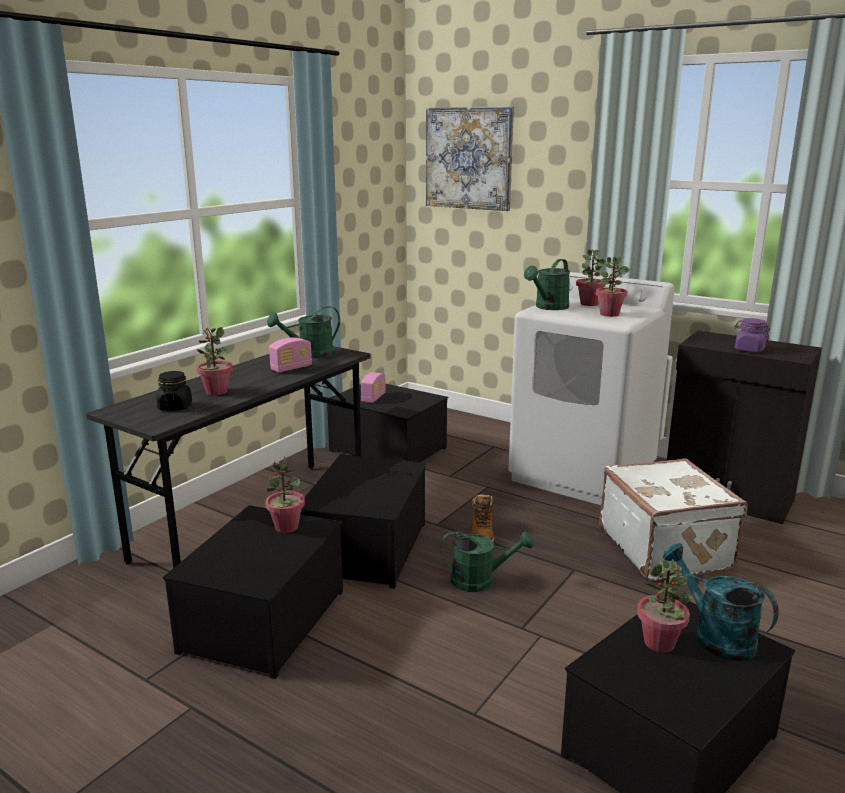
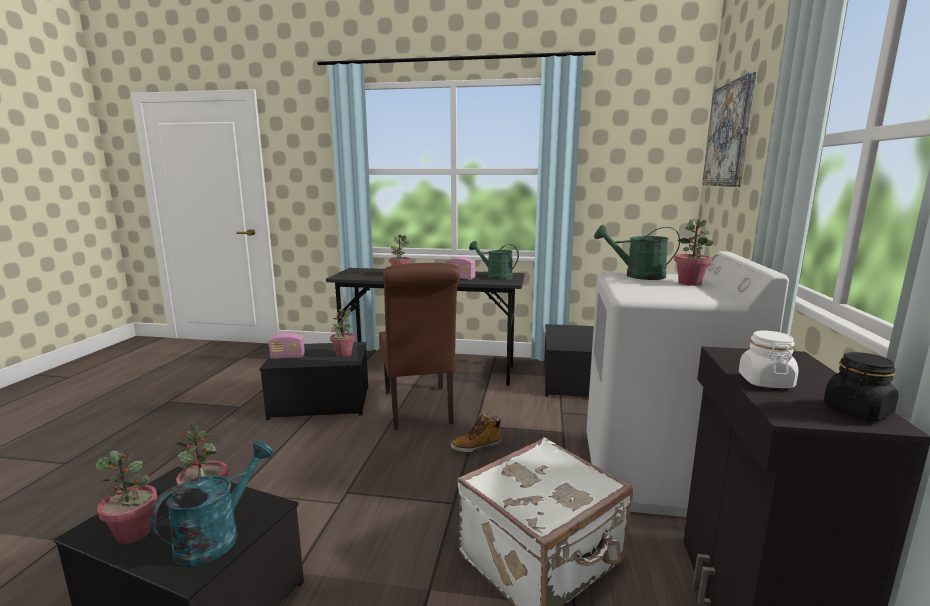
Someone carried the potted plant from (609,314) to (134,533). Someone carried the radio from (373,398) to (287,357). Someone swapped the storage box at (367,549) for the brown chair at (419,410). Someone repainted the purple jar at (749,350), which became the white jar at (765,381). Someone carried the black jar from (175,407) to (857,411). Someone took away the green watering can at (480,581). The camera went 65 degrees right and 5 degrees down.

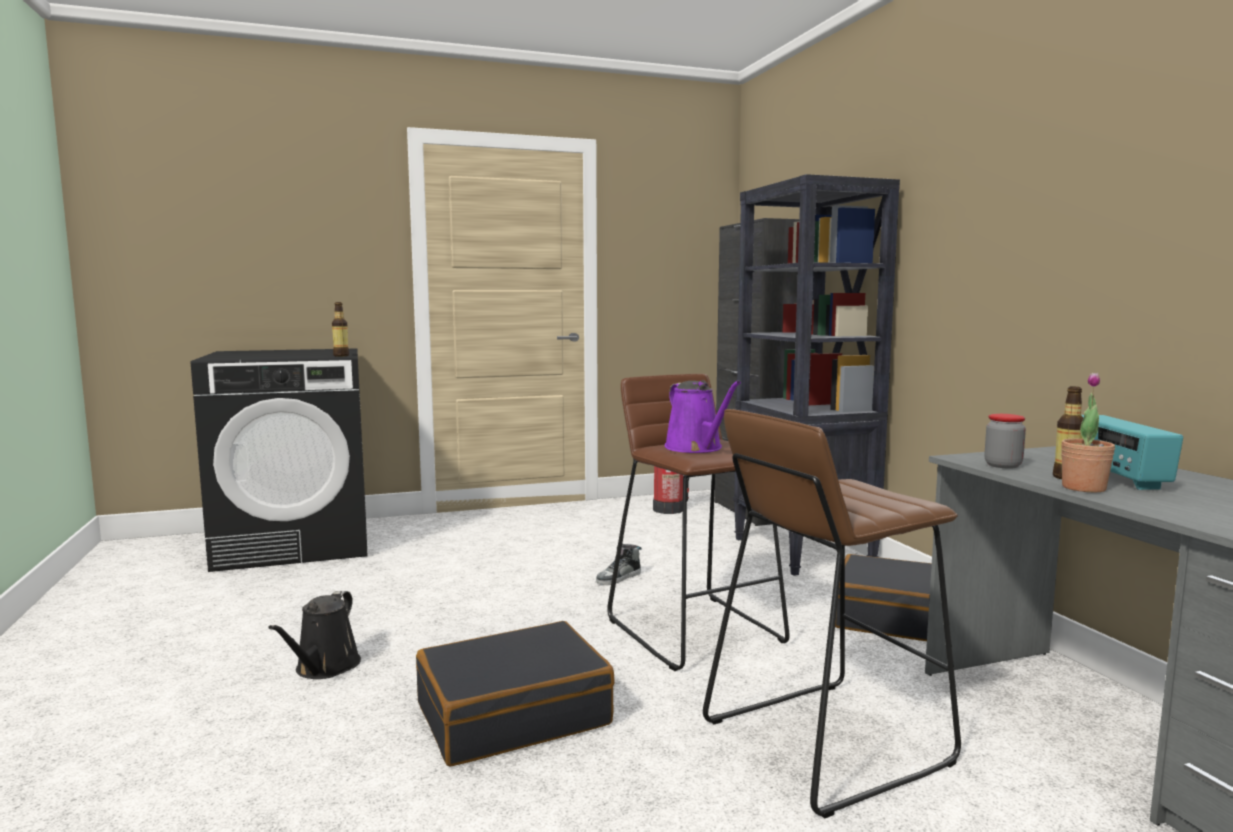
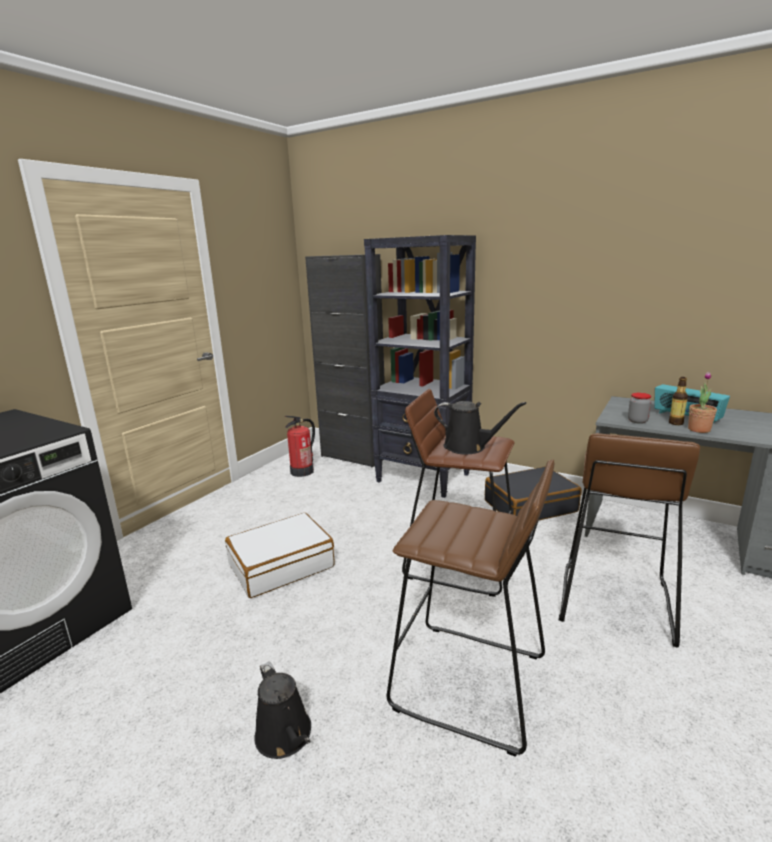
Someone put down the white suitcase at (281,565). Someone swapped the black suitcase at (513,714) for the brown stool at (470,684). Someone repainted the purple watering can at (696,448), which became the black watering can at (469,447). Someone took away the bottle at (341,355). Someone took away the shoe at (618,578). The camera went 40 degrees left and 10 degrees up.

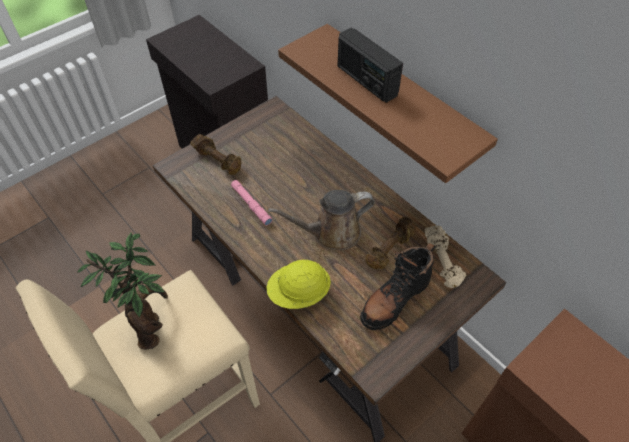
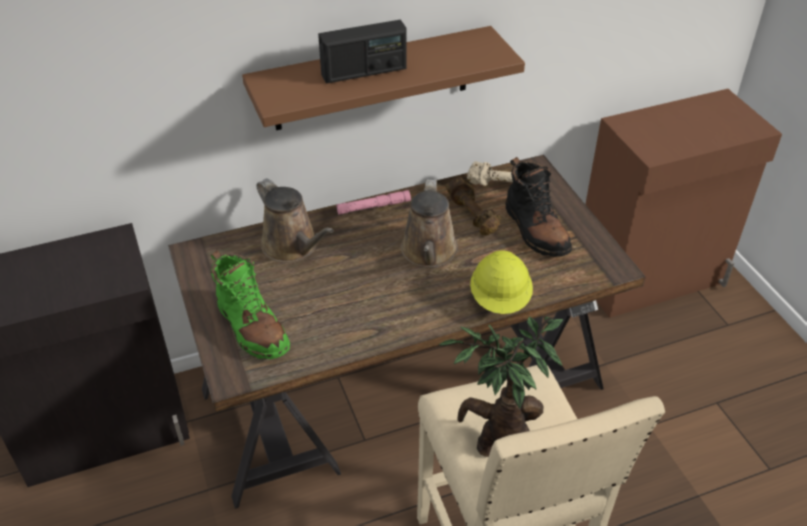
Someone swapped the brown dumbbell at (218,160) for the green boot at (251,327). Someone put down the brown watering can at (293,246). Someone carried the pink flashlight from (251,205) to (373,206). The camera went 70 degrees left and 10 degrees down.

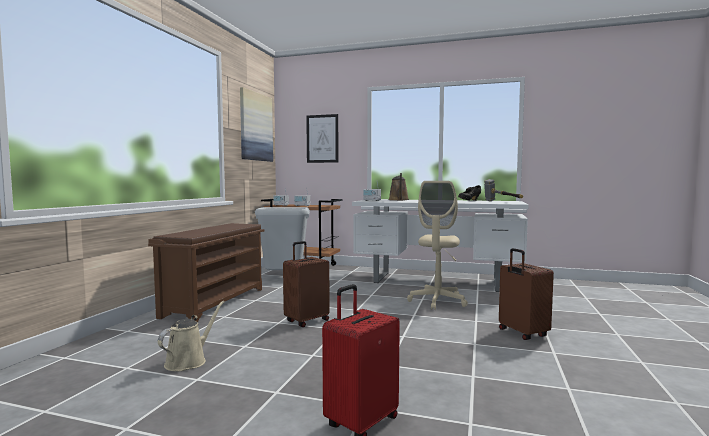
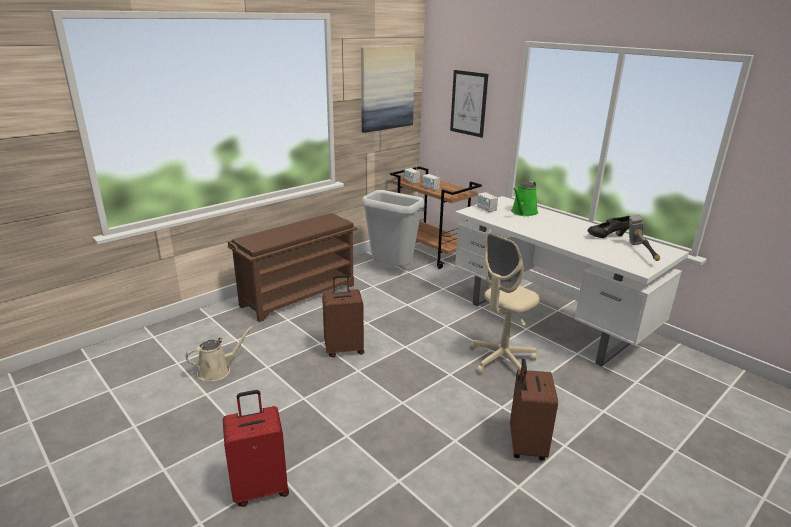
Someone repainted the brown watering can at (399,200), which became the green watering can at (523,212). The camera went 30 degrees right and 20 degrees up.

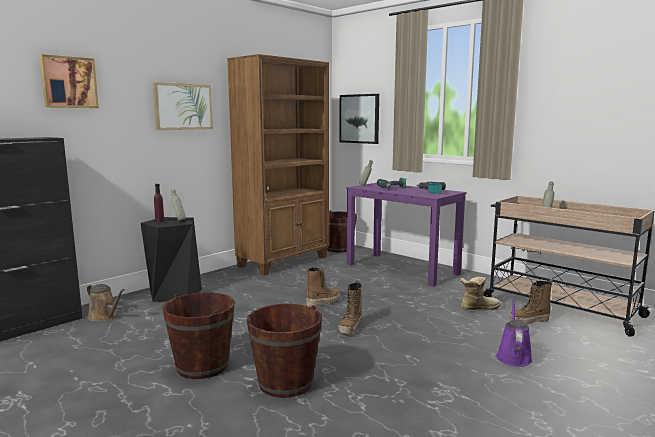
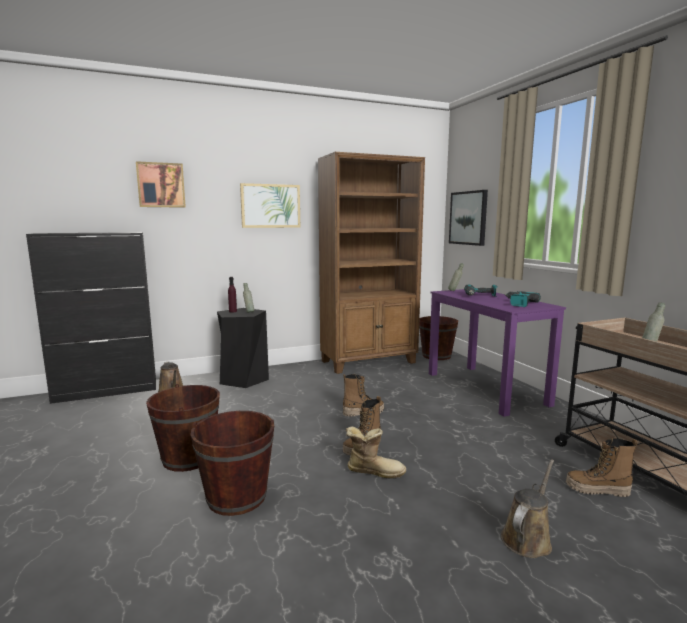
Someone carried the boot from (478,308) to (374,471). Someone repainted the purple watering can at (513,356), which became the brown watering can at (527,538). The camera went 25 degrees right and 0 degrees up.

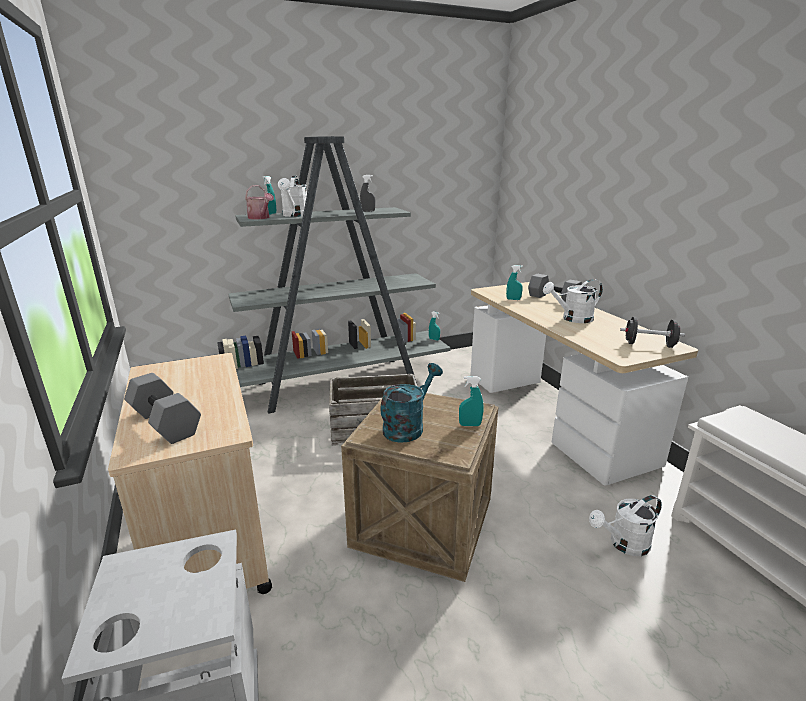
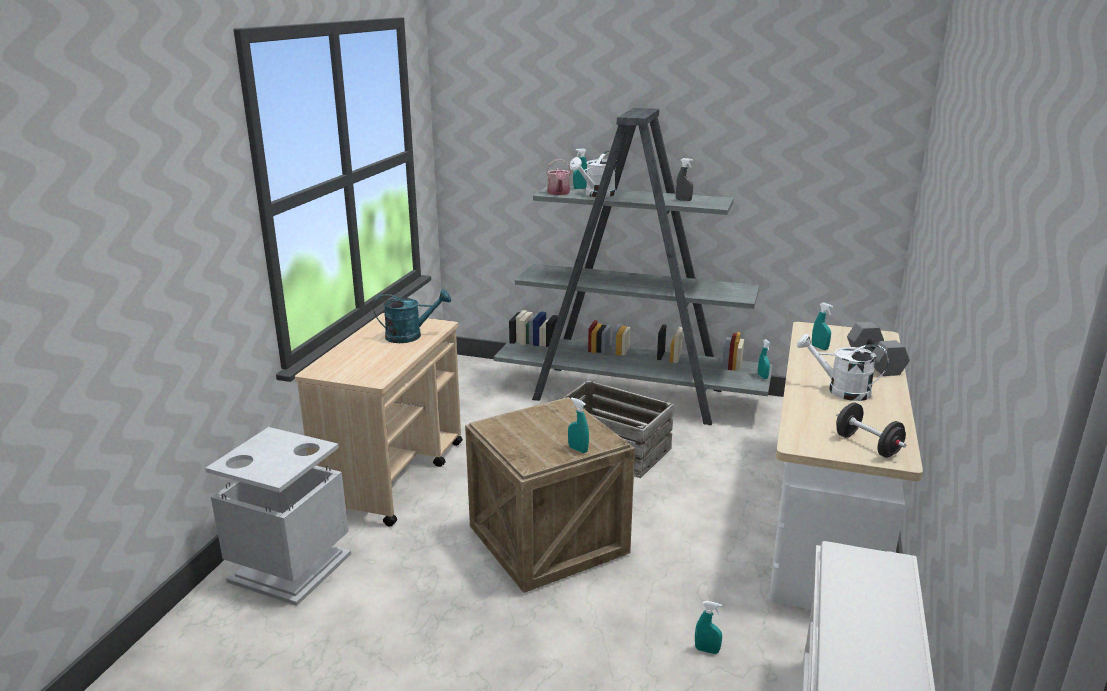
Someone carried the turquoise watering can from (408,427) to (410,336). Someone swapped the white watering can at (624,544) for the turquoise spray bottle at (707,650). Someone took away the grey dumbbell at (167,423). The camera went 40 degrees right and 0 degrees up.

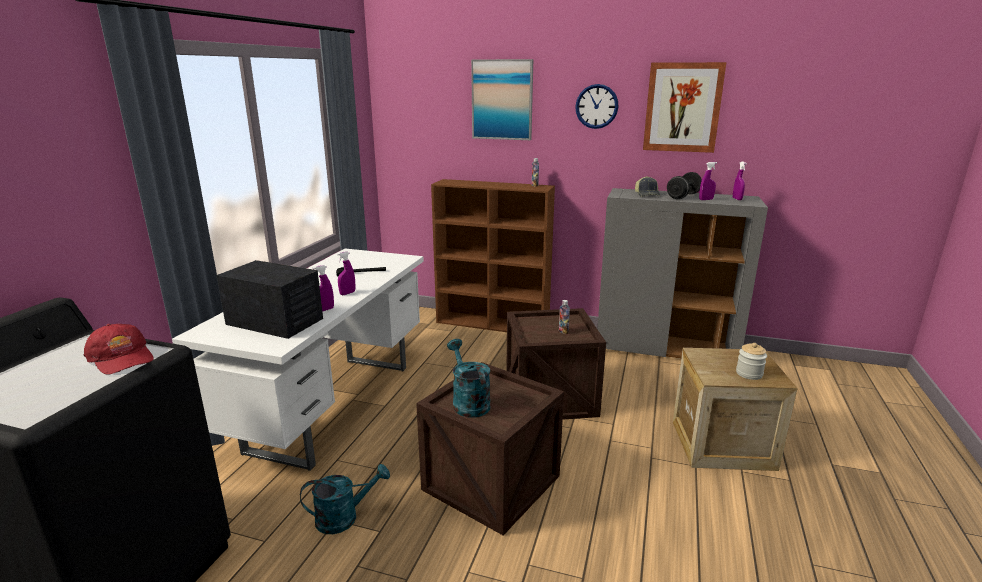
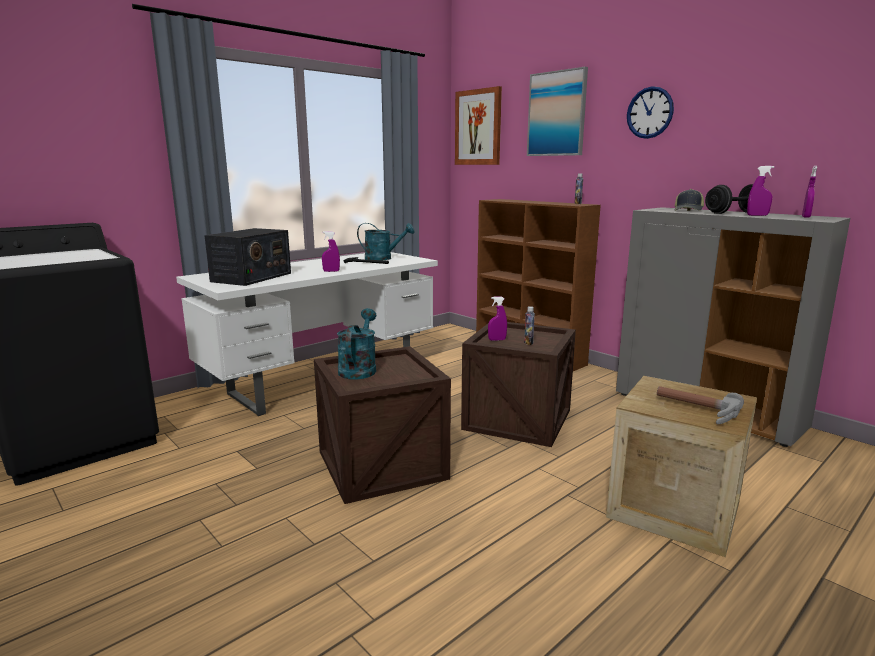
Someone rotated the radio at (275,321) by 60 degrees clockwise. Someone carried the turquoise watering can from (344,517) to (383,258). Someone carried the picture from (682,107) to (478,127). Someone carried the purple spray bottle from (325,310) to (497,340). Someone swapped the jar at (749,374) for the hammer at (694,411). Someone took away the red cap at (121,358). The camera went 30 degrees right and 5 degrees down.

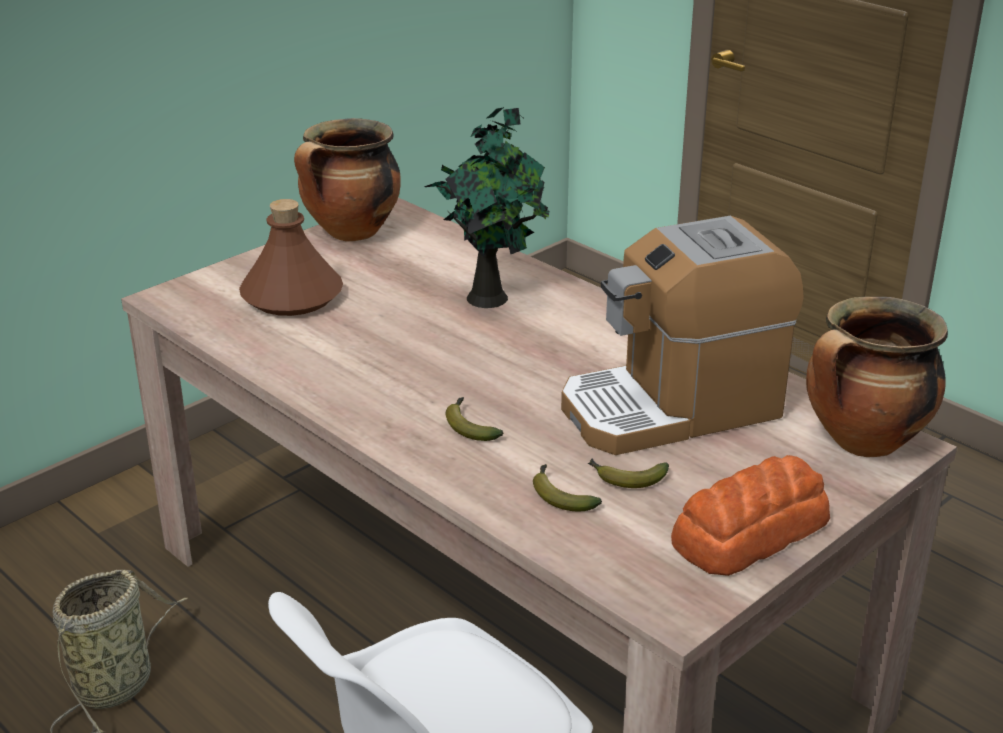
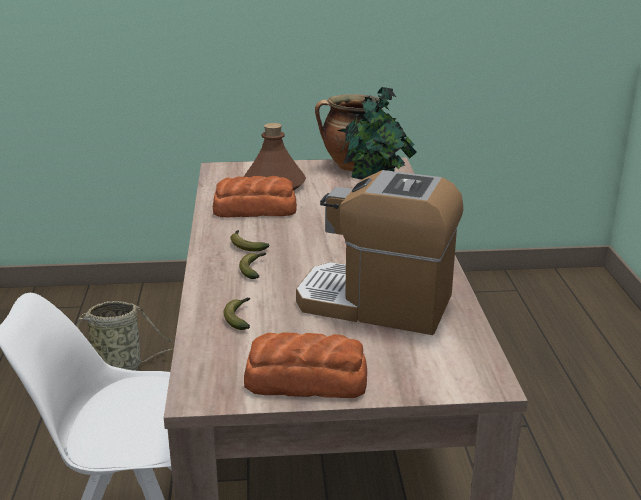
Someone put down the bread at (254,209). Someone carried the banana from (625,478) to (246,245). Someone took away the cooking pot at (863,443). The camera went 40 degrees right and 5 degrees down.

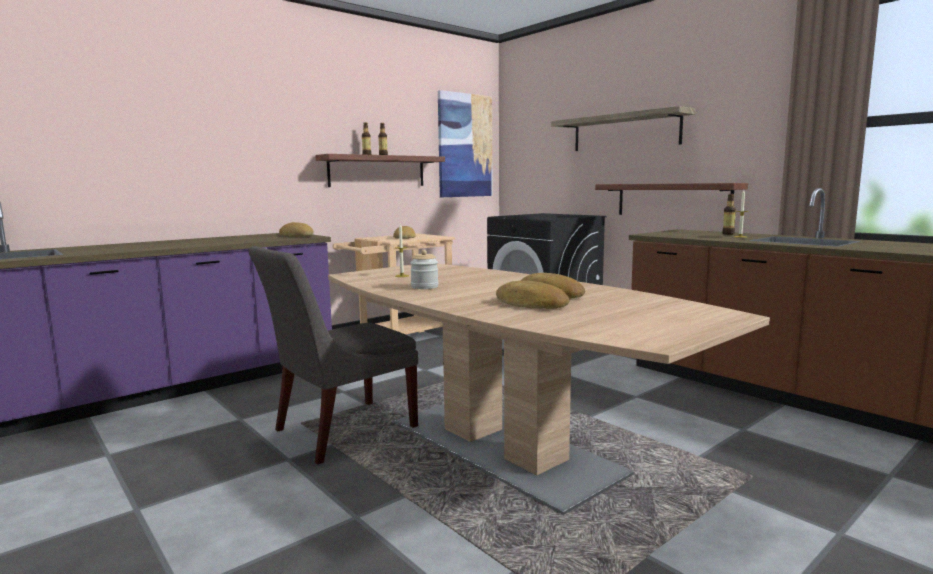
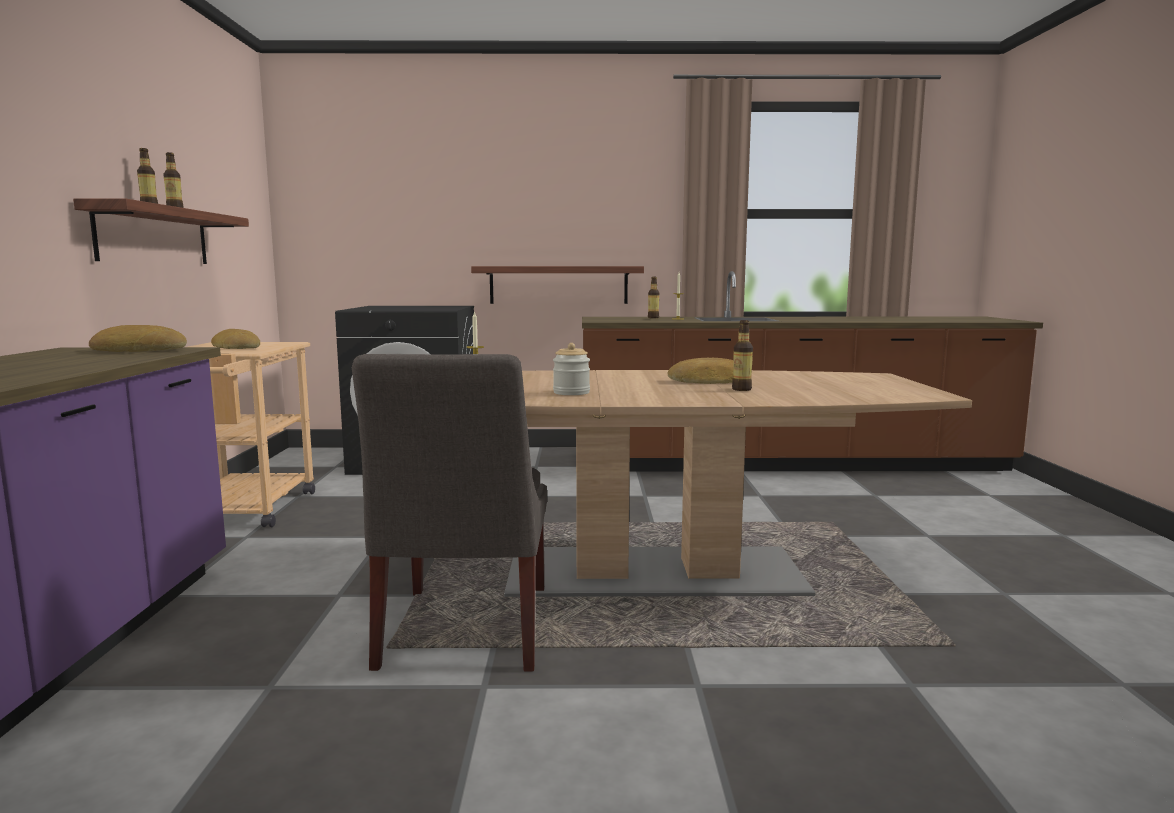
Someone swapped the bread at (531,304) for the bottle at (741,389). Someone took away the picture at (465,146). Someone took away the shelf at (625,132). The camera went 50 degrees left and 0 degrees up.

